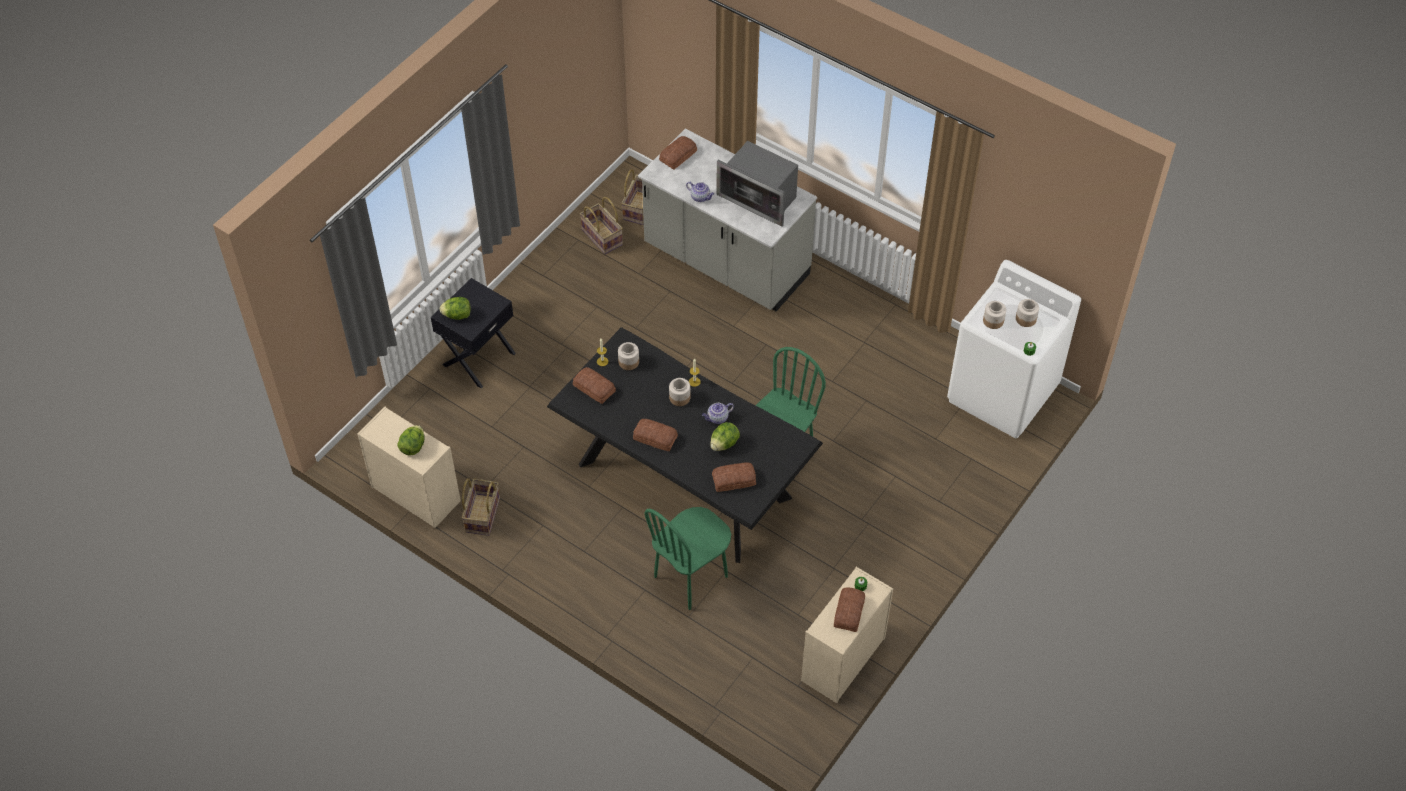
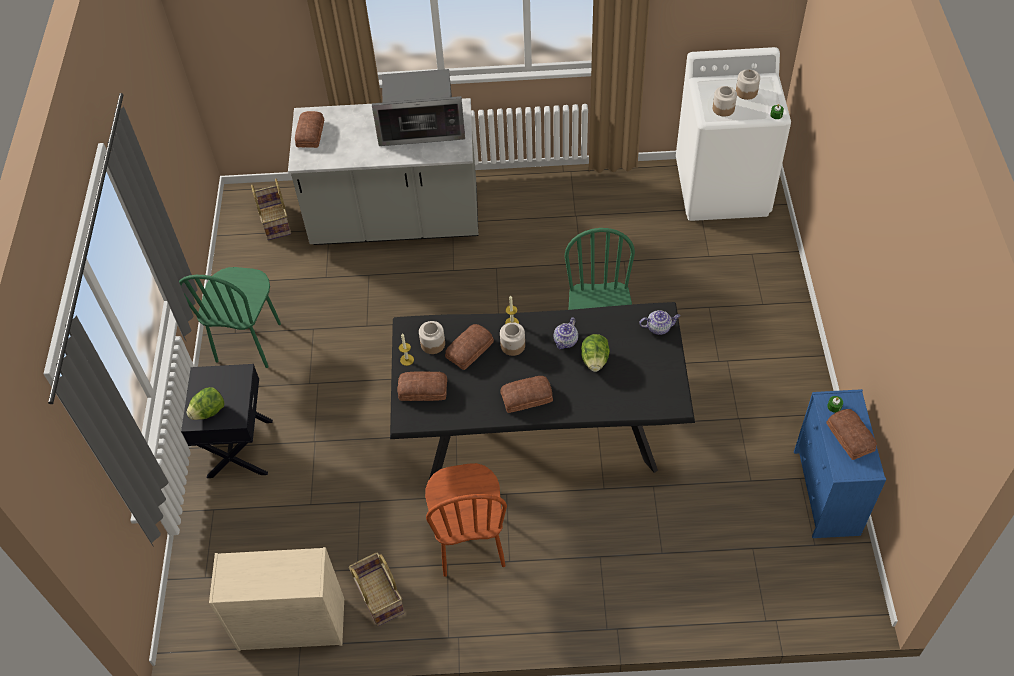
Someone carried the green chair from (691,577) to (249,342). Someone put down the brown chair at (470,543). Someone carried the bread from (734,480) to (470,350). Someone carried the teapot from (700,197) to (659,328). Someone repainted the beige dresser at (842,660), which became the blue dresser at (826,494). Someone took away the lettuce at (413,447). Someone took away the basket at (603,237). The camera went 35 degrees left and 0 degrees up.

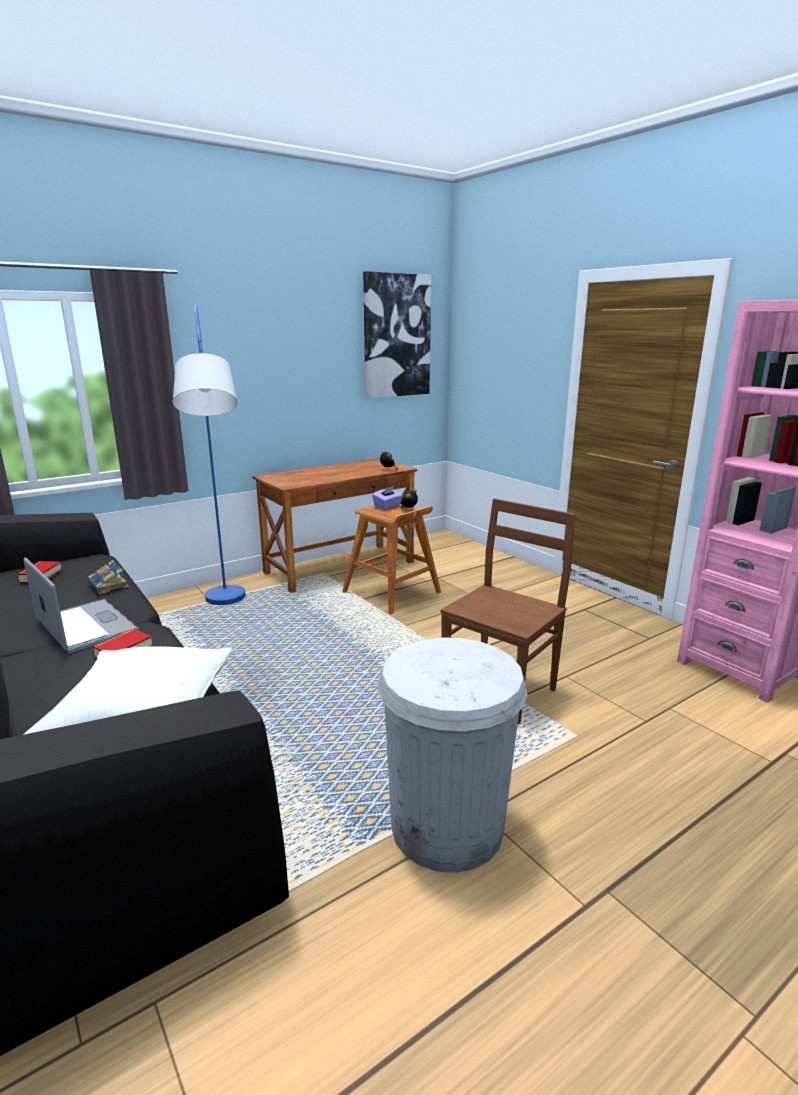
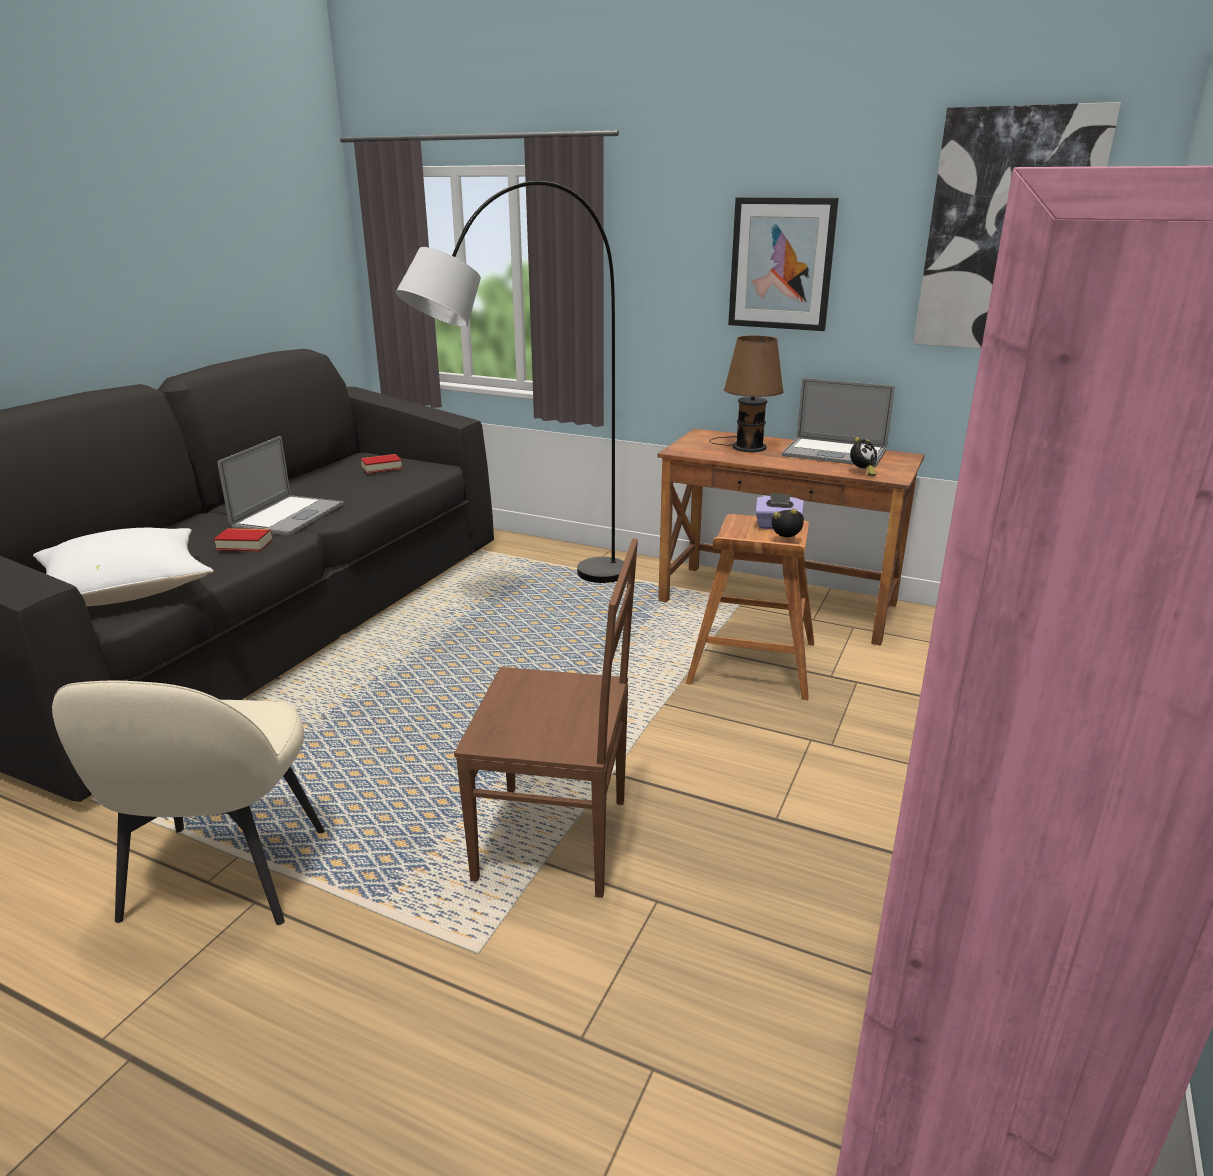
Someone swapped the white trash can at (447,826) for the beige chair at (223,878). Someone repainted the blue floor lamp at (229,630), which became the grey floor lamp at (531,604). Someone put down the brown table lamp at (746,447). Someone put up the picture at (781,264). Someone put down the laptop at (834,453). Someone took away the book at (109,585). The camera went 60 degrees right and 5 degrees up.

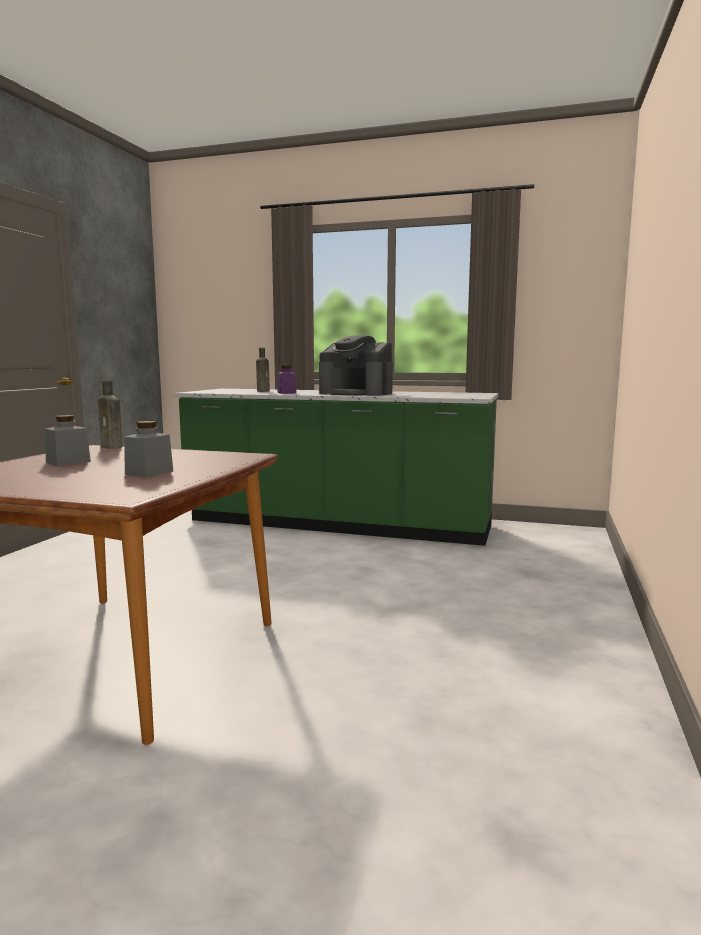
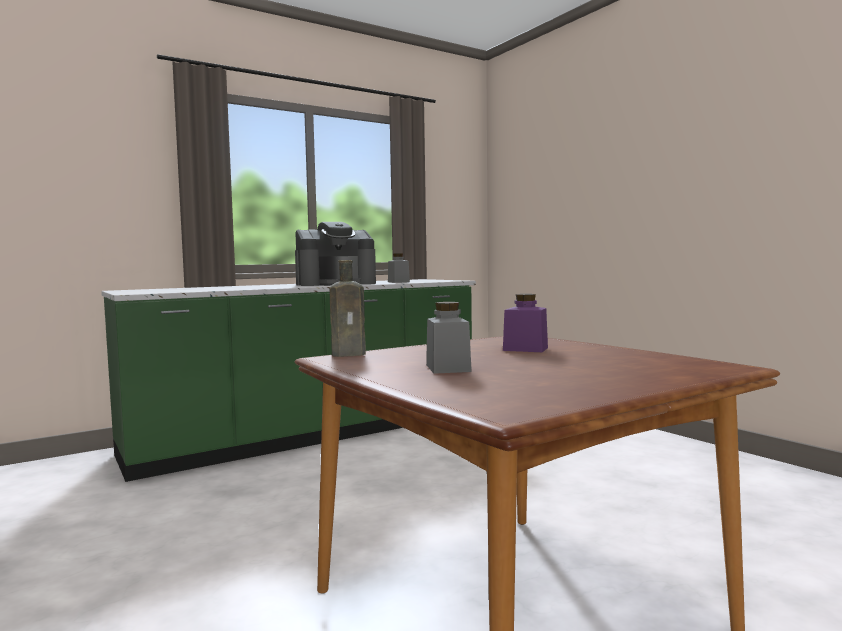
Someone carried the grey jar from (149,473) to (398,282). Someone carried the purple jar from (286,393) to (525,349). Someone took away the brown bottle at (263,391). The camera went 50 degrees left and 5 degrees down.

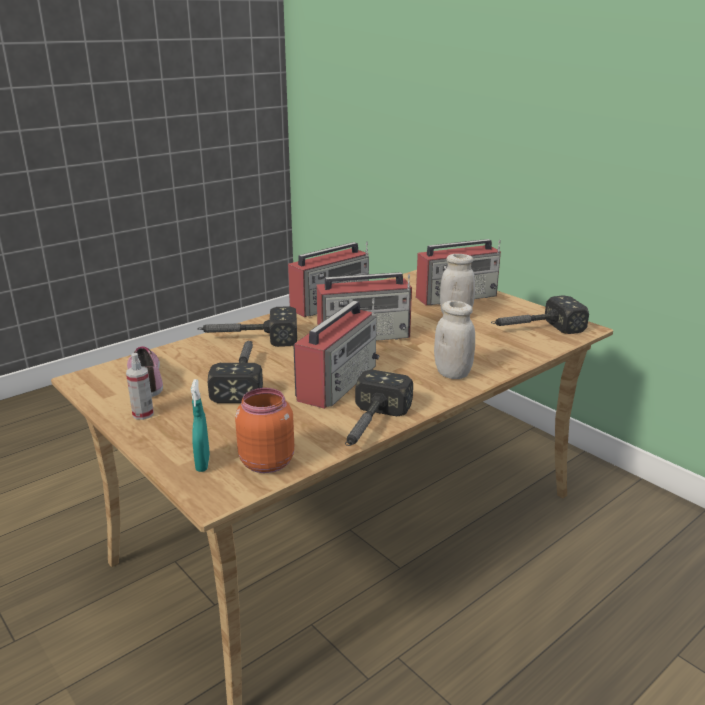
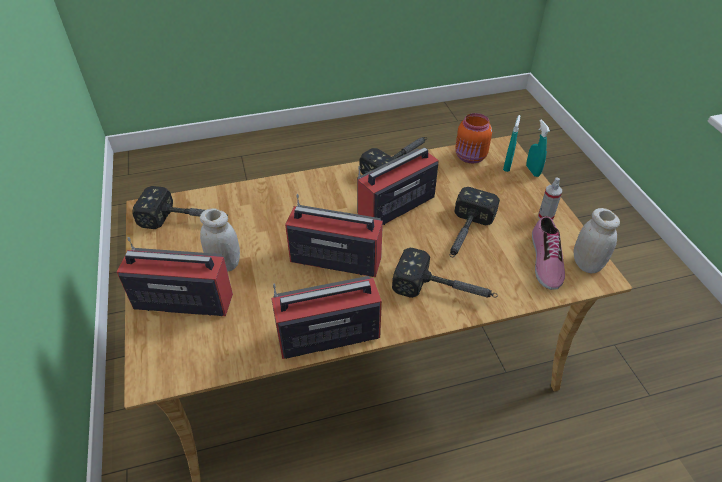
Someone put down the turquoise spray bottle at (532,171). Someone carried the white jar from (452,373) to (586,264). The camera went 155 degrees left and 20 degrees up.

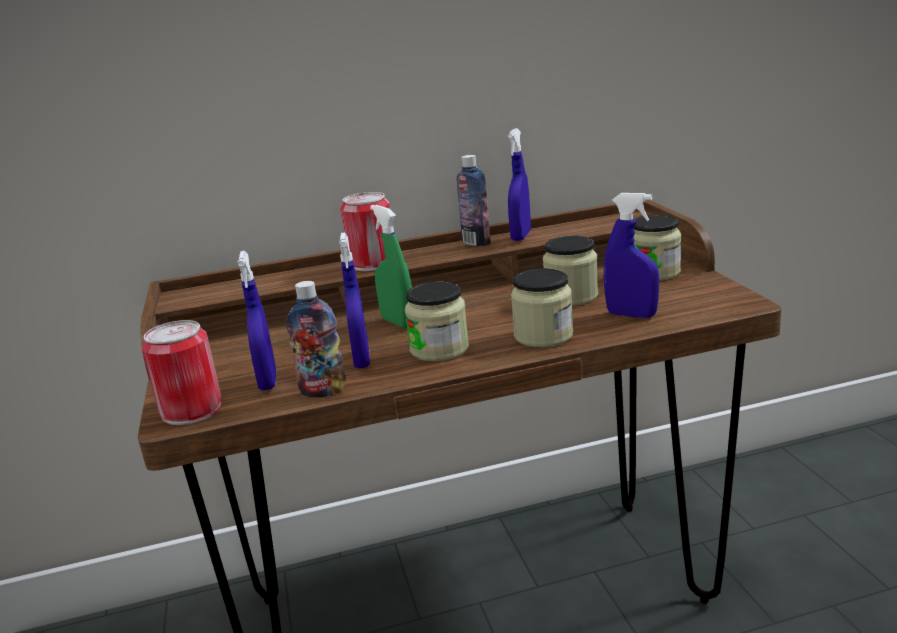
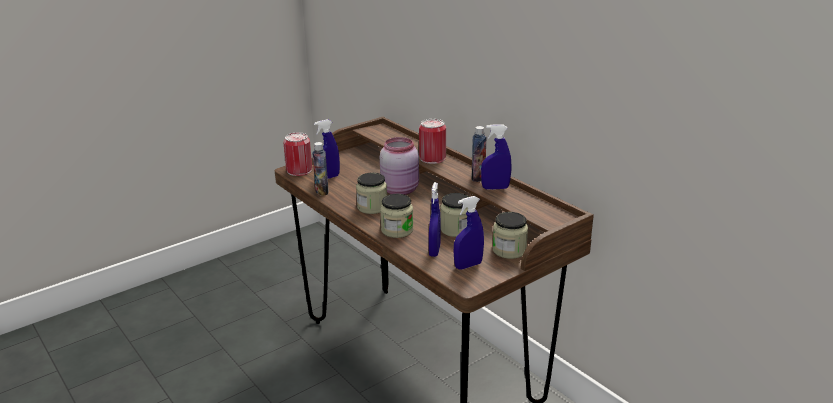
Someone swapped the green spray bottle at (398,322) for the pink jar at (401,190). Someone carried the blue spray bottle from (362,360) to (468,265). The camera went 65 degrees right and 5 degrees up.

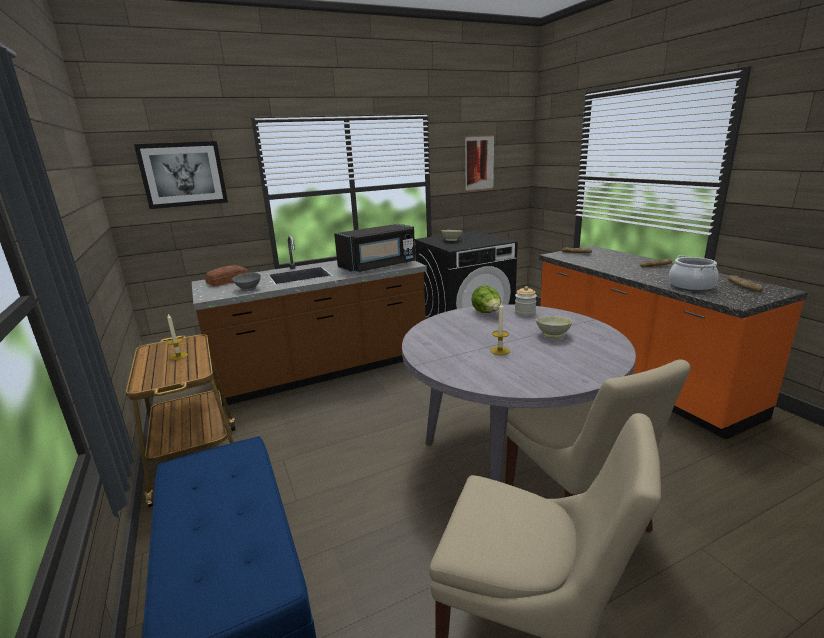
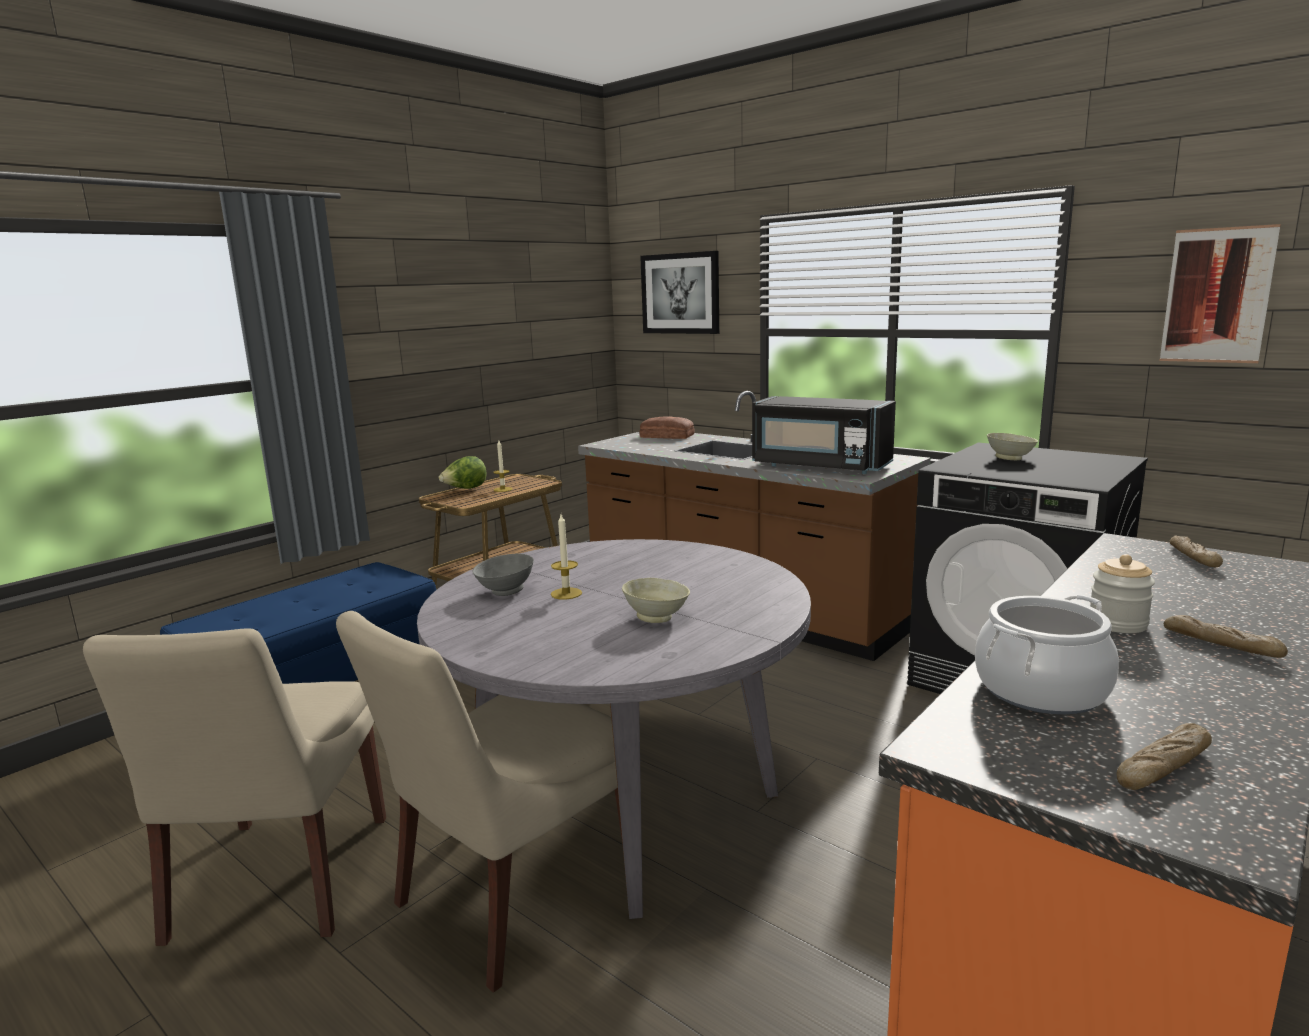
Someone carried the lettuce from (487,313) to (465,489). Someone carried the grey bowl from (248,289) to (505,591). Someone carried the jar from (525,313) to (1117,623). The camera went 65 degrees right and 5 degrees down.

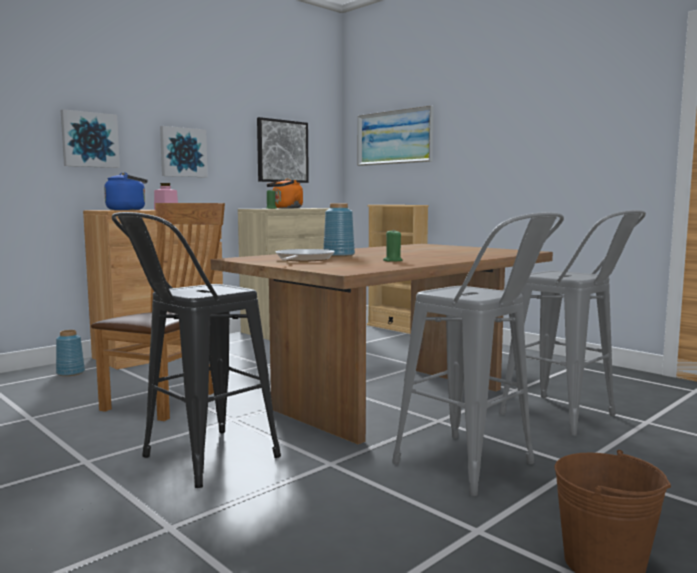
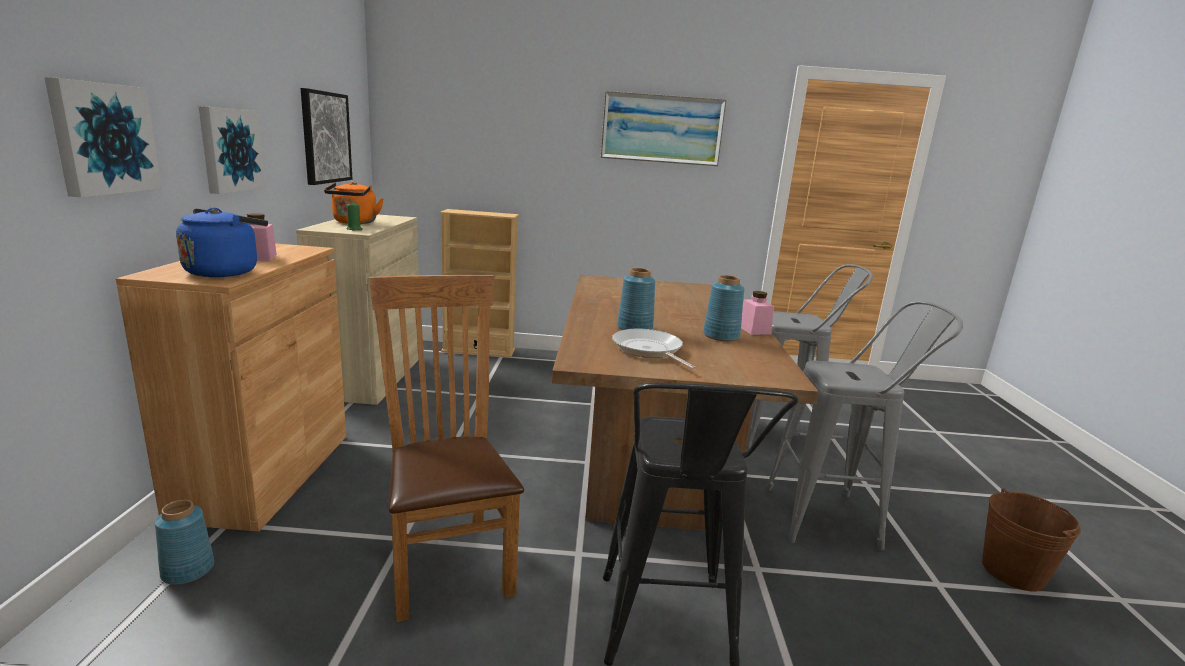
Someone carried the picture from (394,137) to (662,129). Someone swapped the green candle at (392,261) for the blue vase at (721,336). Someone put down the pink jar at (754,330). The camera went 45 degrees left and 10 degrees up.

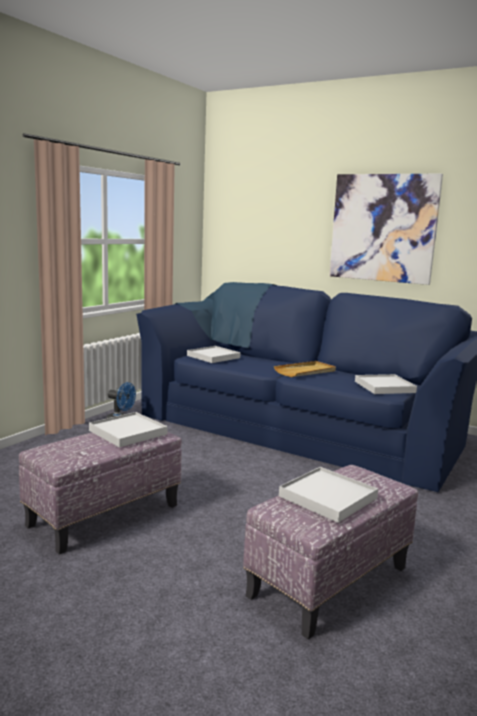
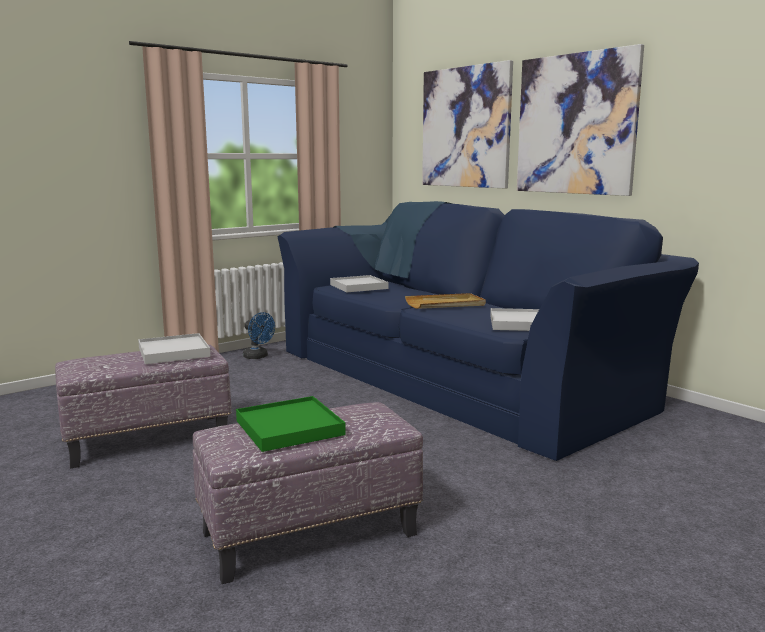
Someone repainted the white tray at (328,497), which became the green tray at (290,428). Someone put up the picture at (465,127). The camera went 20 degrees right and 0 degrees up.

